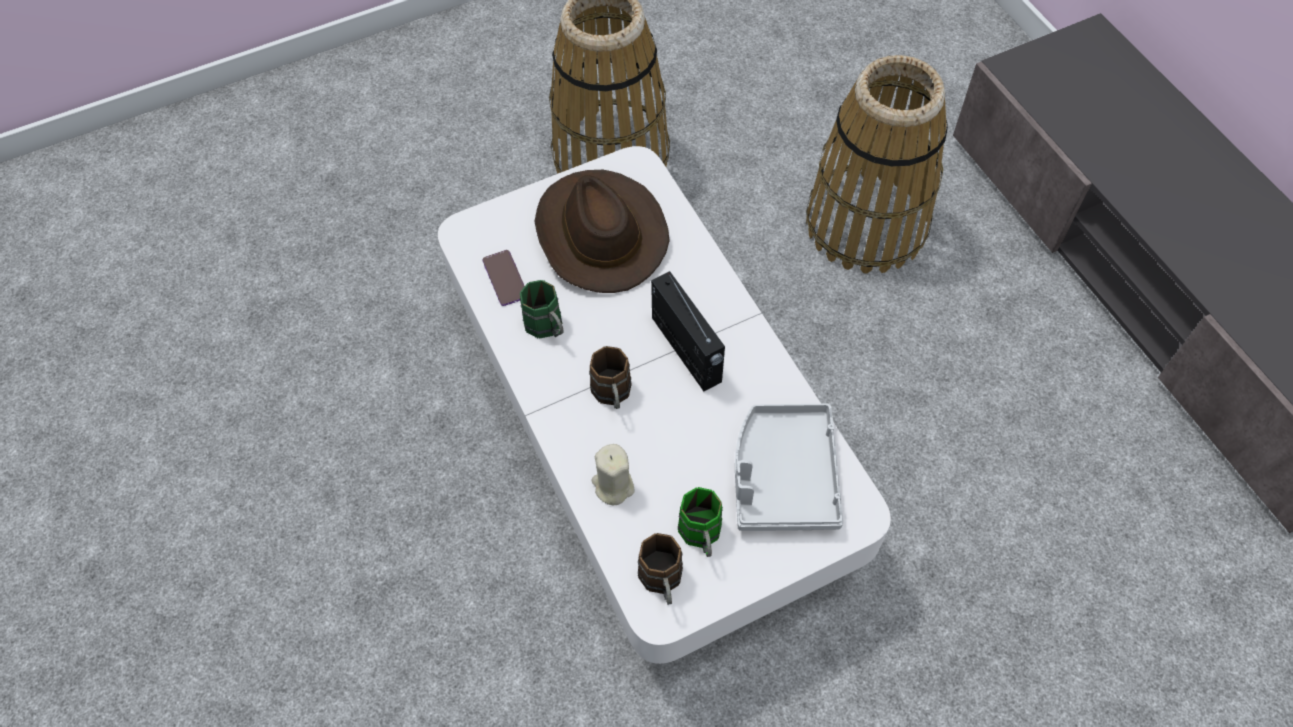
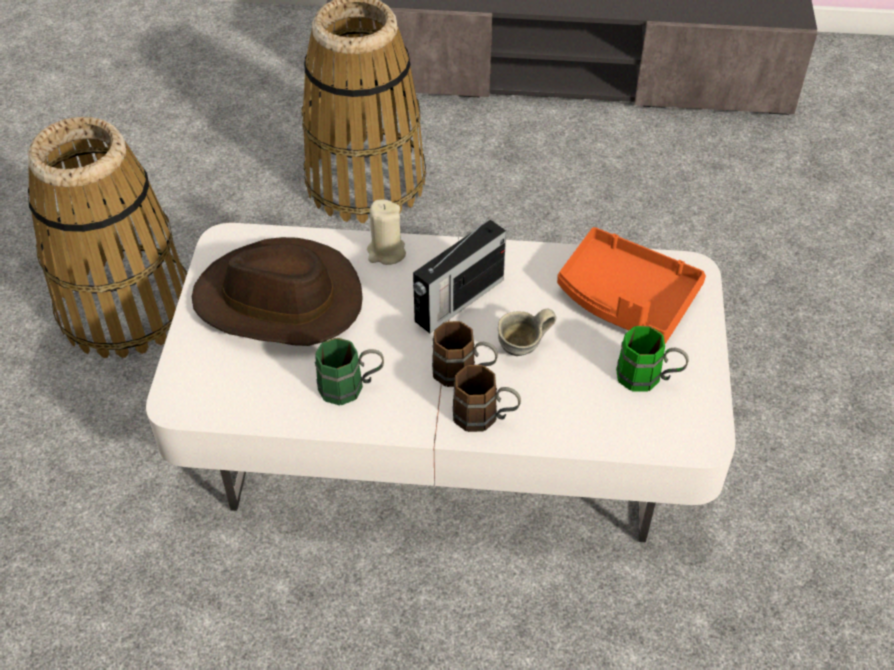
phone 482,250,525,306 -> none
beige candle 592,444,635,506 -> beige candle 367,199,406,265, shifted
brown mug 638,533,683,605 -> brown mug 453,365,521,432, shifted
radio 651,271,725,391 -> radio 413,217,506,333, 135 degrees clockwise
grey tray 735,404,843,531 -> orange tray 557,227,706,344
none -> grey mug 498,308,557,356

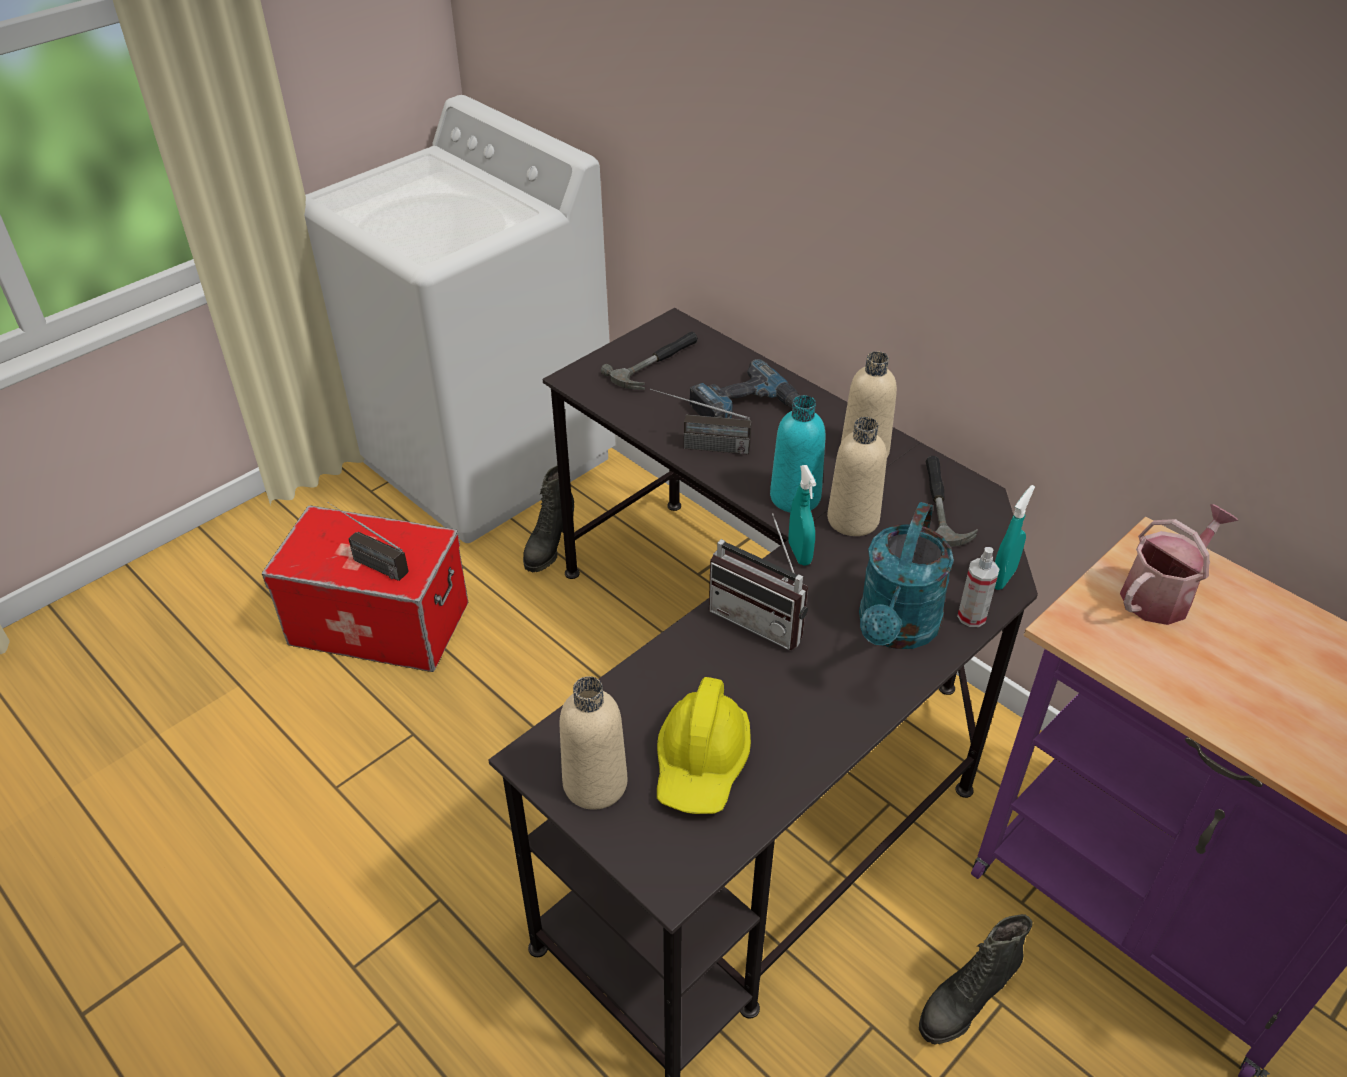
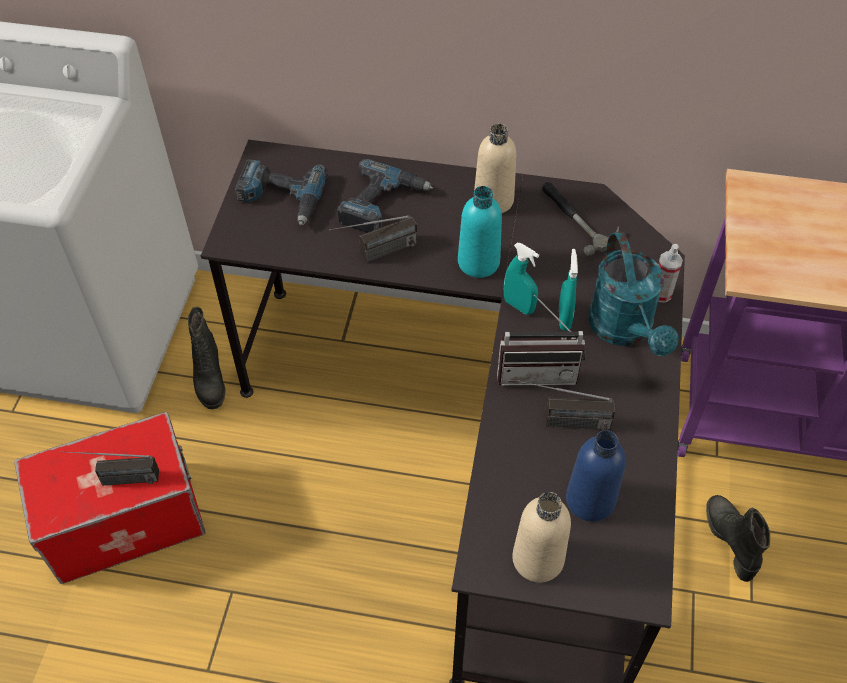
hammer 601,332,698,390 -> power drill 235,159,328,226
yellow hard hat 657,677,751,814 -> blue bottle 566,430,626,522
beige bottle 827,417,887,536 -> none
black boot 919,914,1032,1045 -> black boot 706,495,770,582, 150 degrees clockwise
turquoise spray bottle 995,485,1035,590 -> turquoise spray bottle 559,249,578,331, shifted
watering can 1120,504,1238,625 -> none
none -> radio 515,380,615,431

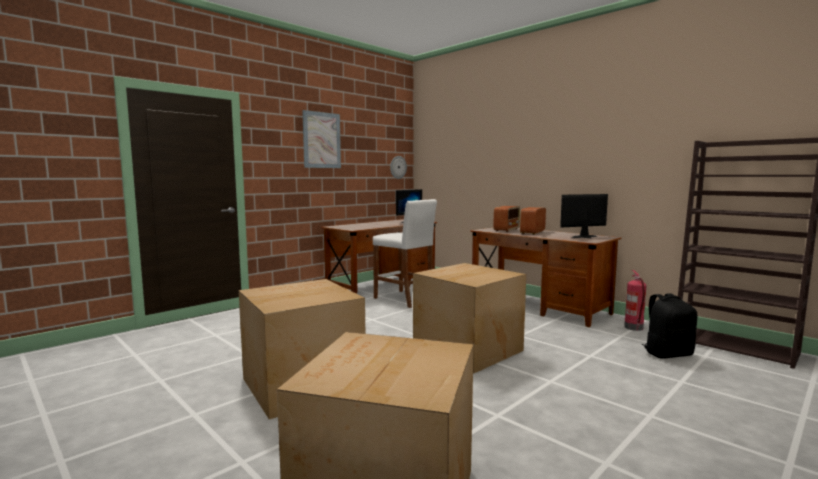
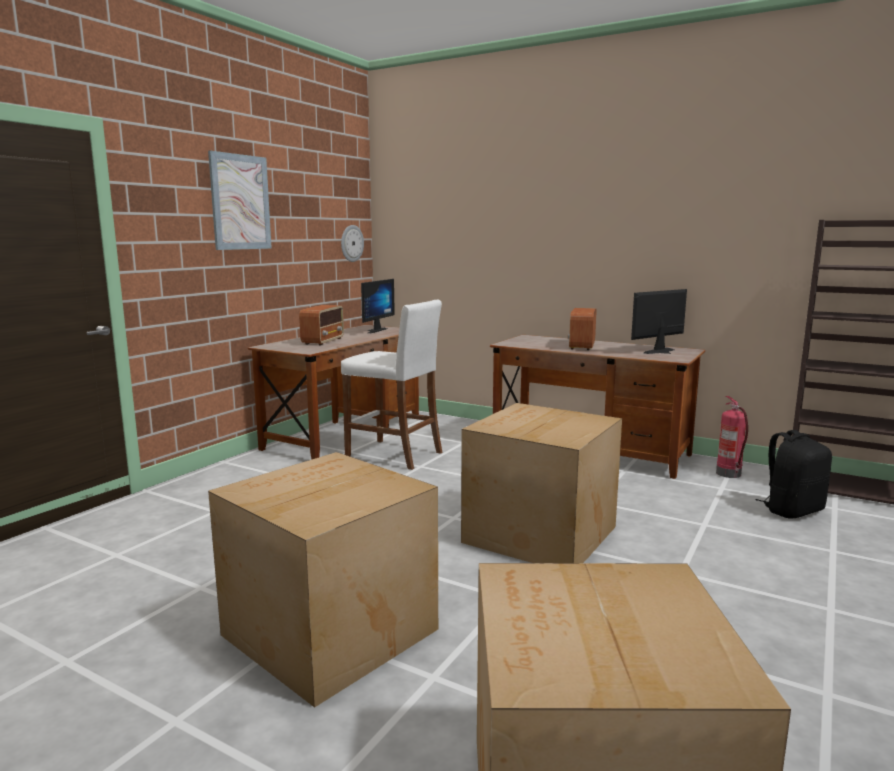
radio 493,206,520,232 -> radio 299,305,344,345, shifted

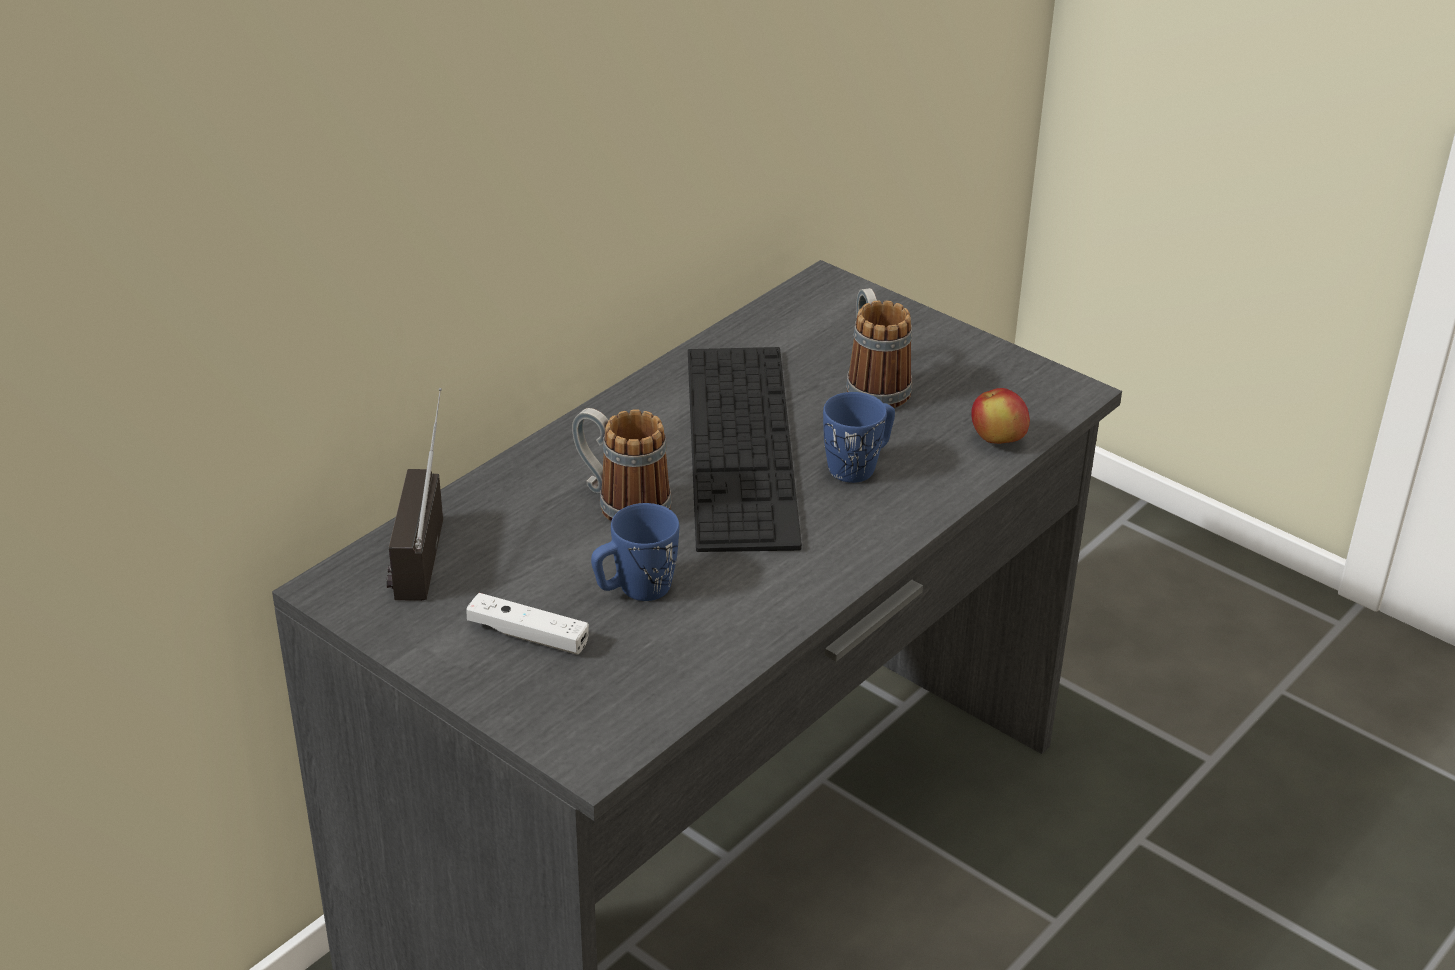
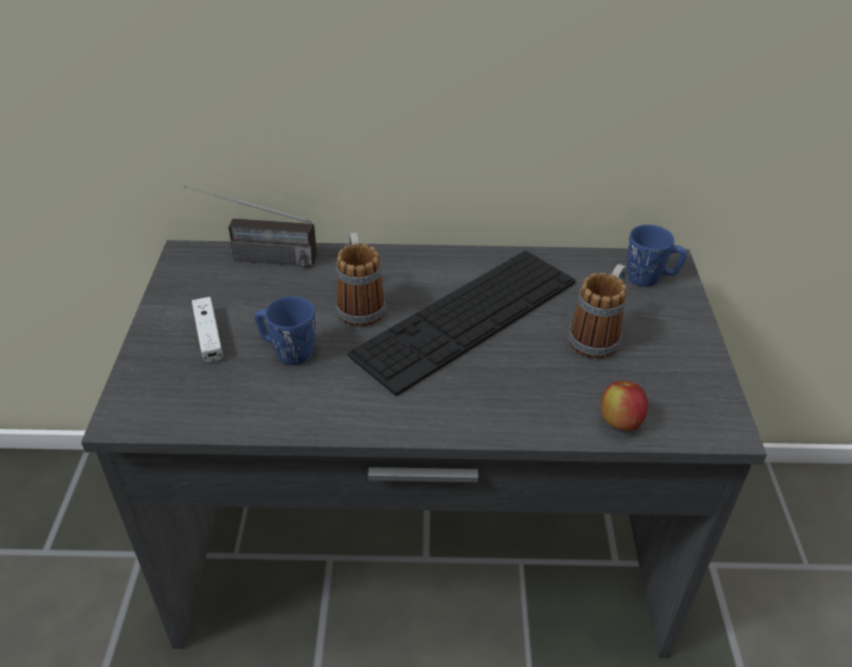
radio 386,388,443,601 -> radio 184,185,317,267, 135 degrees counterclockwise
blue mug 823,392,895,483 -> blue mug 627,225,687,287, shifted

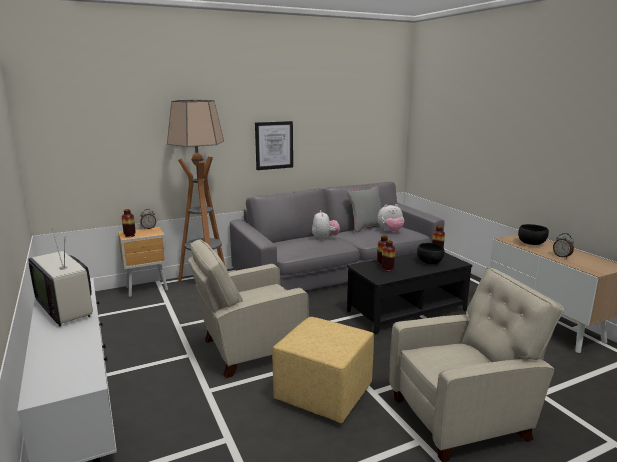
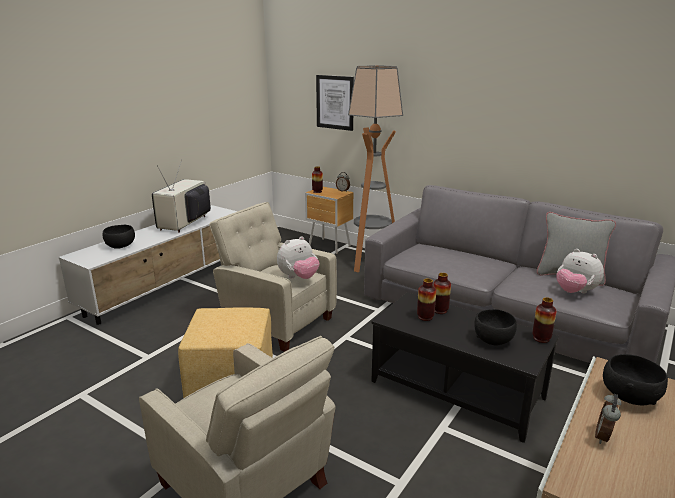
picture 255,121,293,170 -> picture 316,75,354,131, shifted
plush toy 312,210,340,240 -> plush toy 277,236,320,279, shifted
none -> black bowl 102,225,135,249

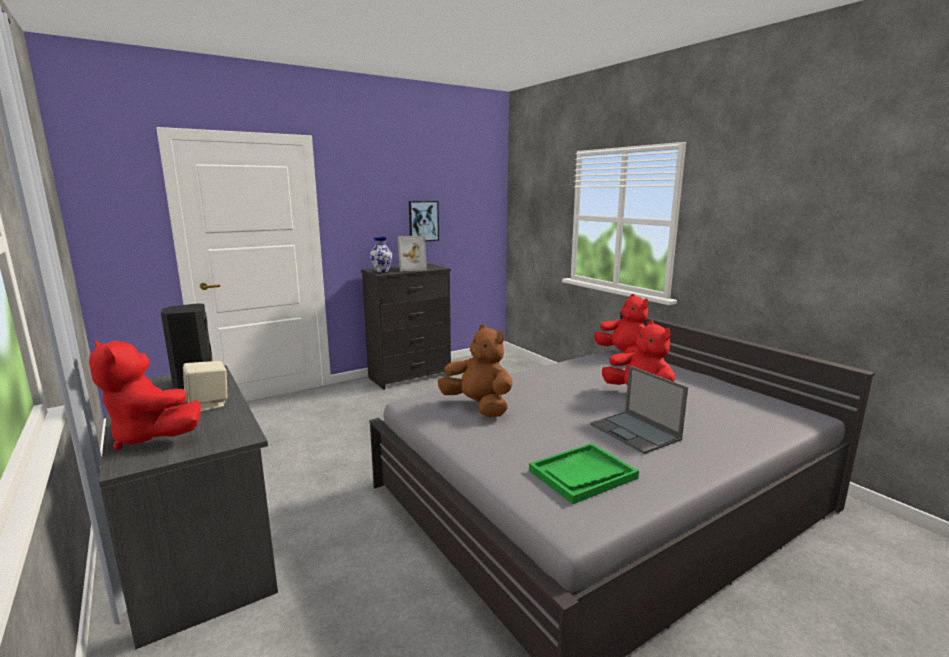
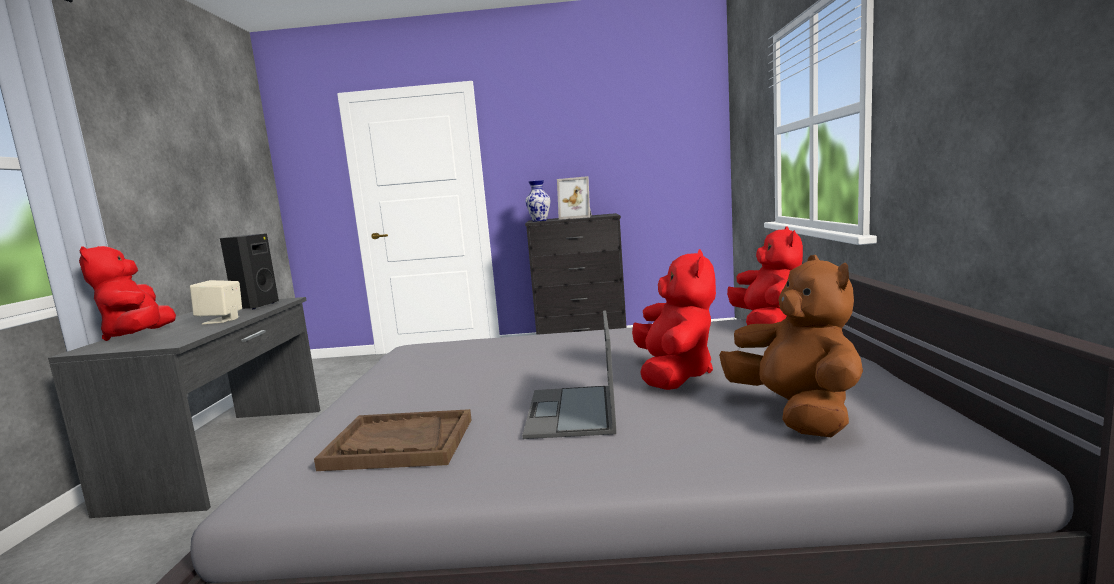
picture 409,201,439,241 -> none
brown plush toy 438,324,513,417 -> brown plush toy 719,255,863,437, shifted
green tray 529,443,639,504 -> brown tray 314,409,471,471

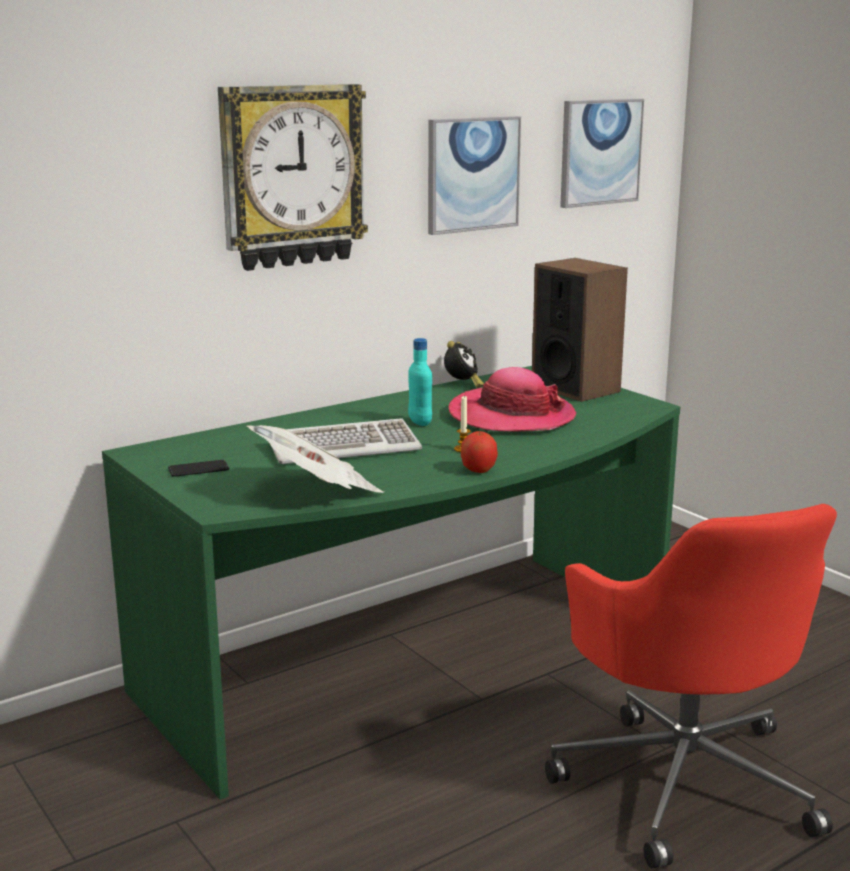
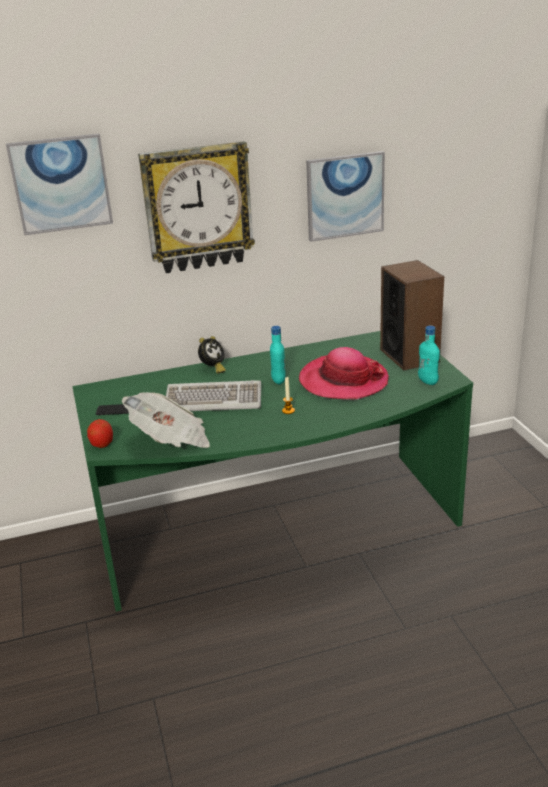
alarm clock 444,341,484,388 -> alarm clock 198,336,226,374, shifted
apple 461,430,498,473 -> apple 87,419,113,448, shifted
red office chair 545,504,837,869 -> none
picture 560,99,644,208 -> picture 6,134,113,235, shifted
none -> turquoise bottle 418,326,440,385

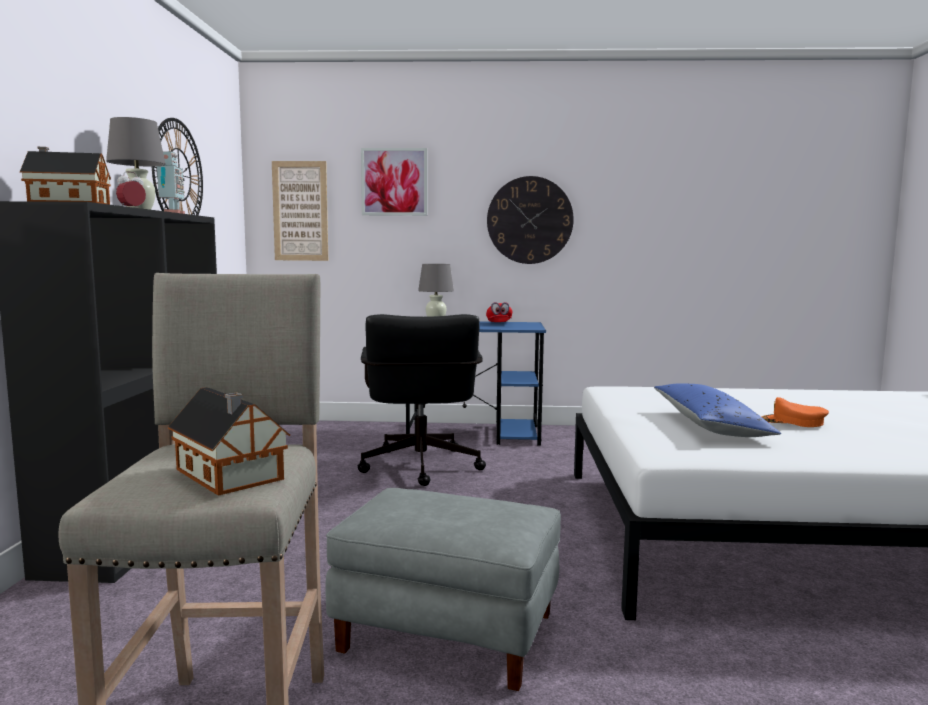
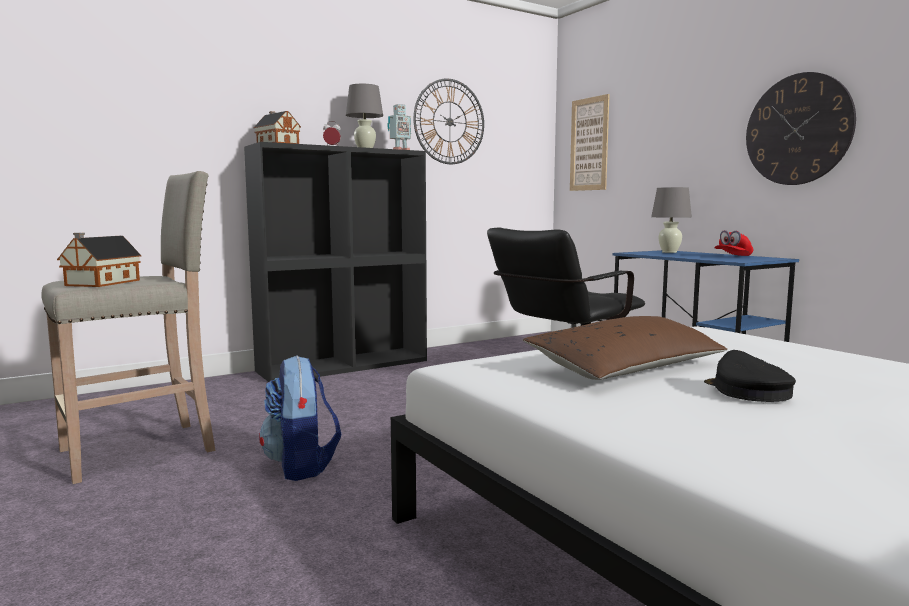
grey ottoman 325,488,561,691 -> backpack 259,355,341,481
picture 361,148,427,216 -> none
blue pillow 654,383,781,437 -> brown pillow 523,316,727,380
orange cap 762,397,829,427 -> black cap 704,350,796,402

